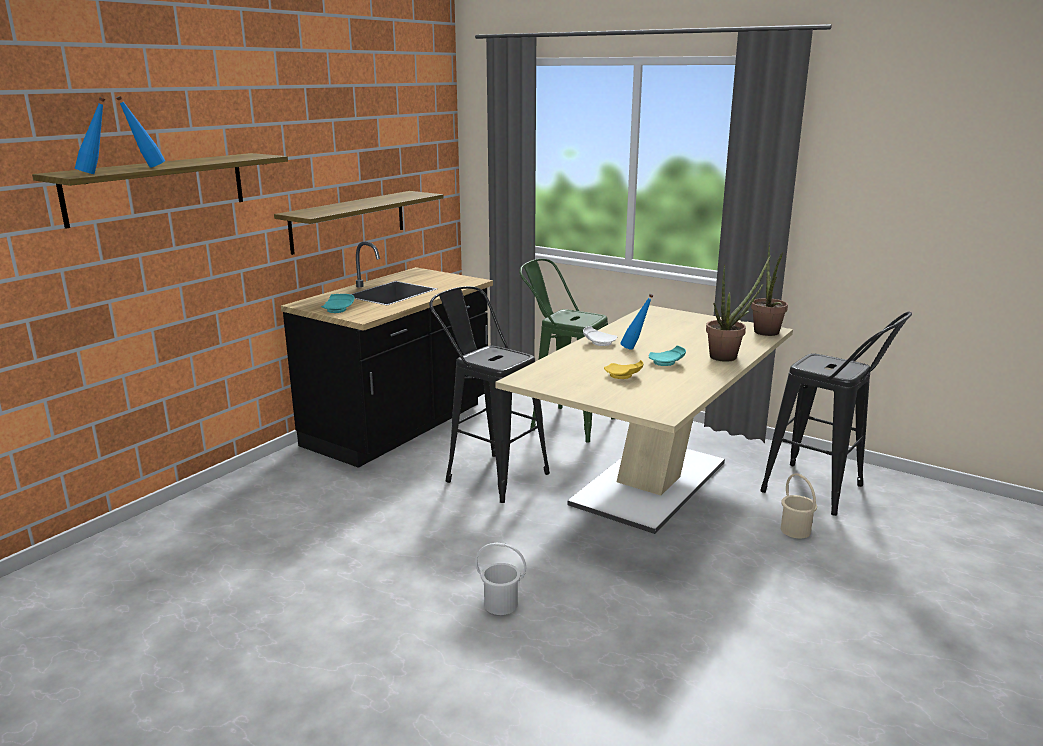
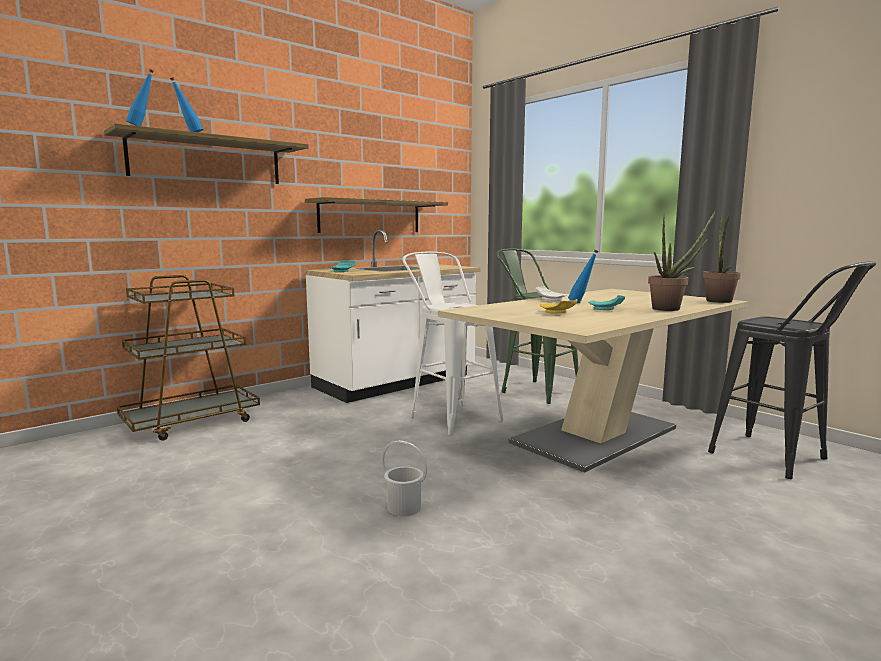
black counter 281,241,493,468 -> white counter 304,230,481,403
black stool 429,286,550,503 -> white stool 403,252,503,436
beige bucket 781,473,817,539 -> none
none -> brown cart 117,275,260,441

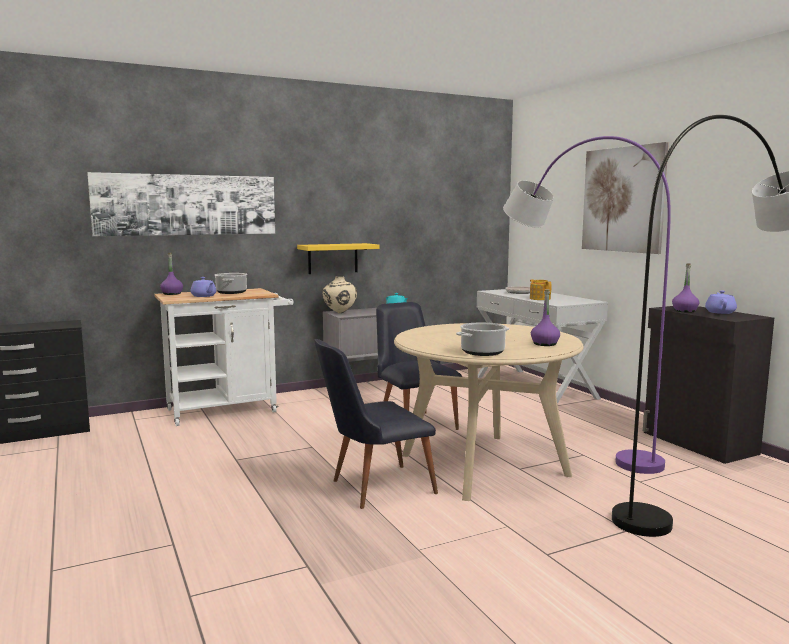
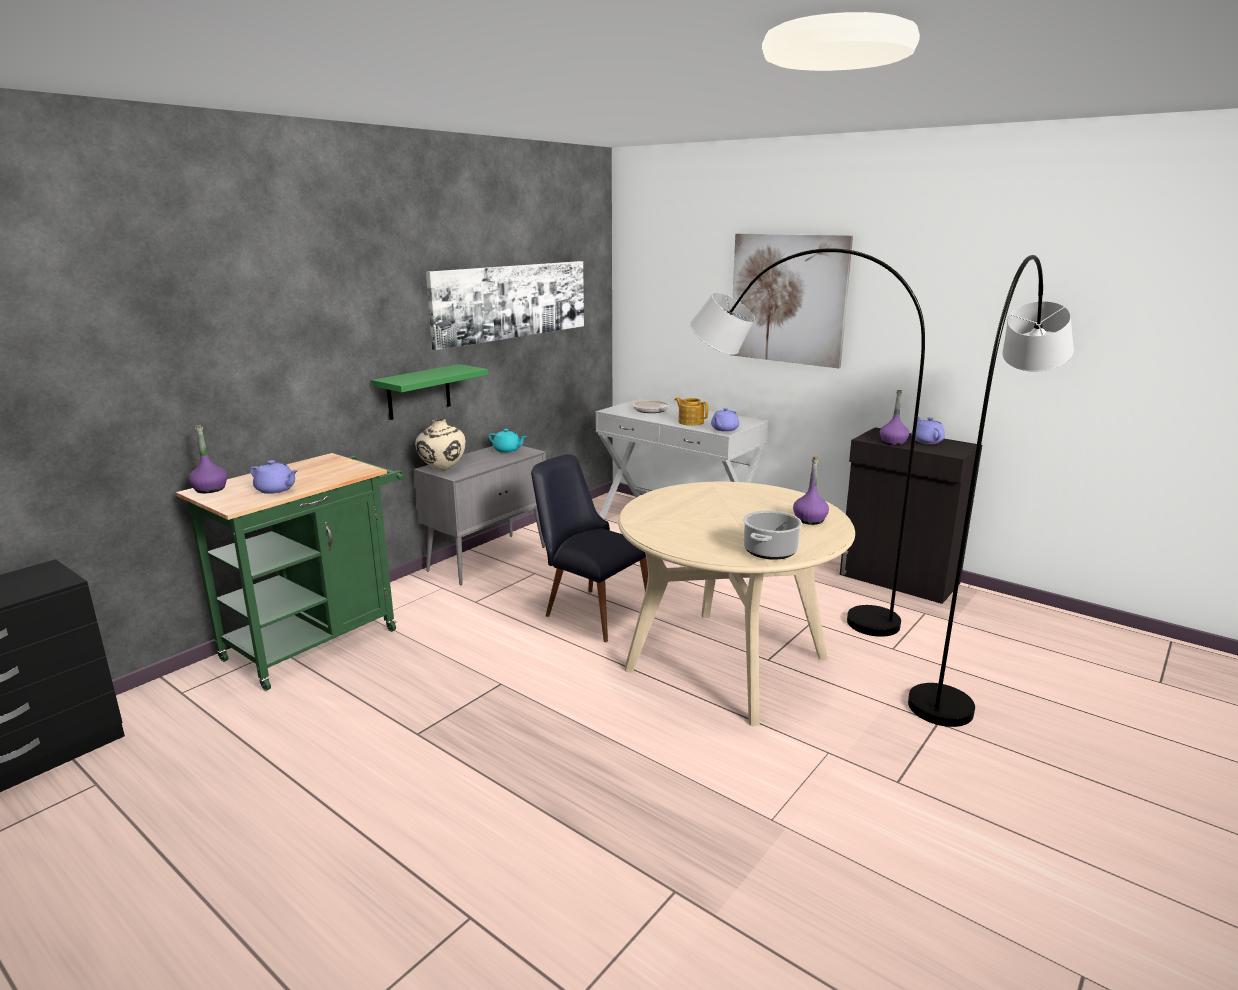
picture 87,172,275,236 -> picture 426,261,584,350, shifted
white cart 154,288,294,426 -> green cart 176,453,404,691
cooking pot 215,273,247,294 -> none
yellow shelf 297,243,380,274 -> green shelf 372,364,488,420
black chair 314,339,438,509 -> none
purple floor lamp 503,136,671,474 -> grey floor lamp 690,248,925,637
none -> purple teapot 711,408,739,432

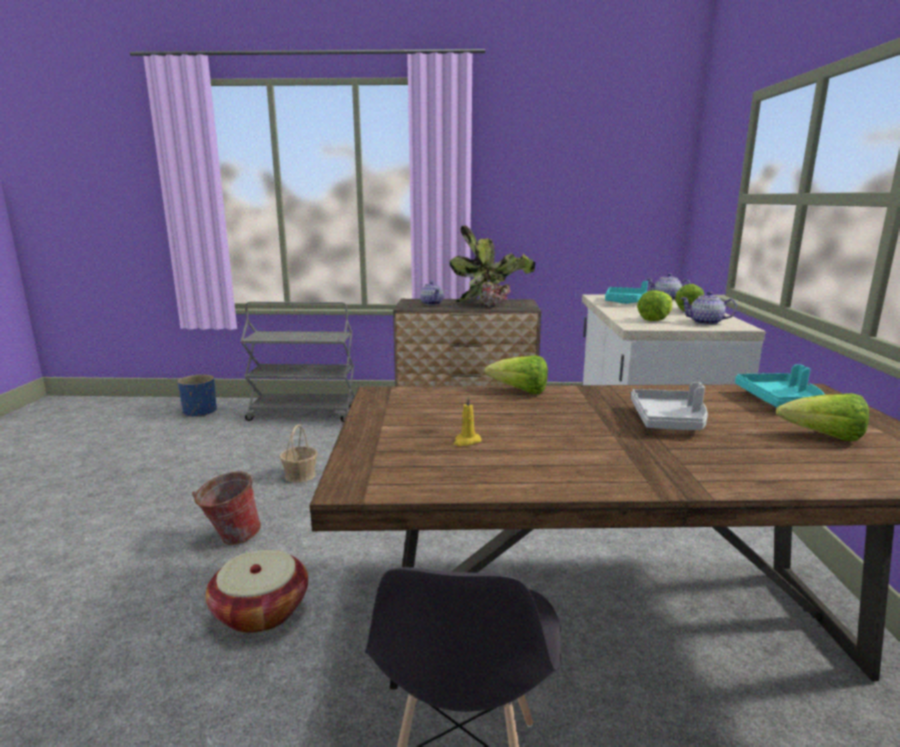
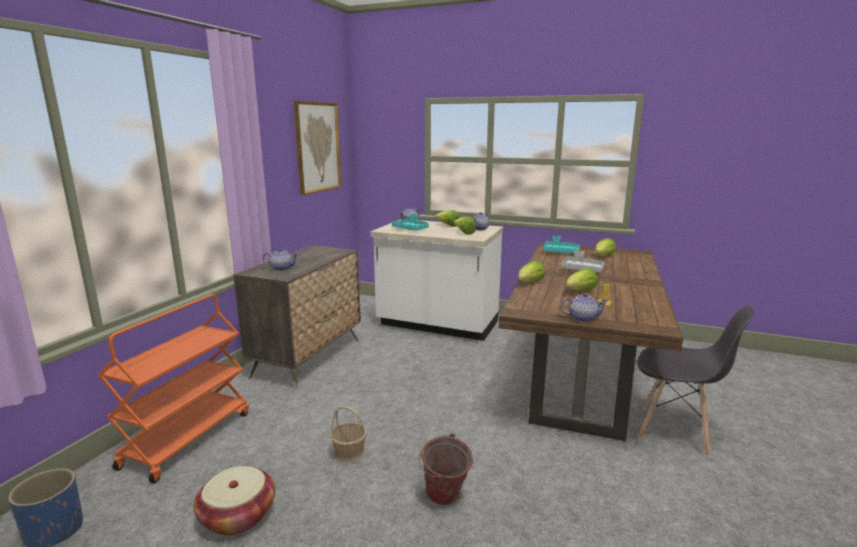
basket 206,550,308,633 -> basket 193,466,275,535, shifted
grey cart 241,302,355,422 -> orange cart 98,294,249,483
potted plant 450,225,535,306 -> none
none -> picture 294,101,342,195
none -> teapot 561,293,609,322
none -> lettuce 566,268,598,291

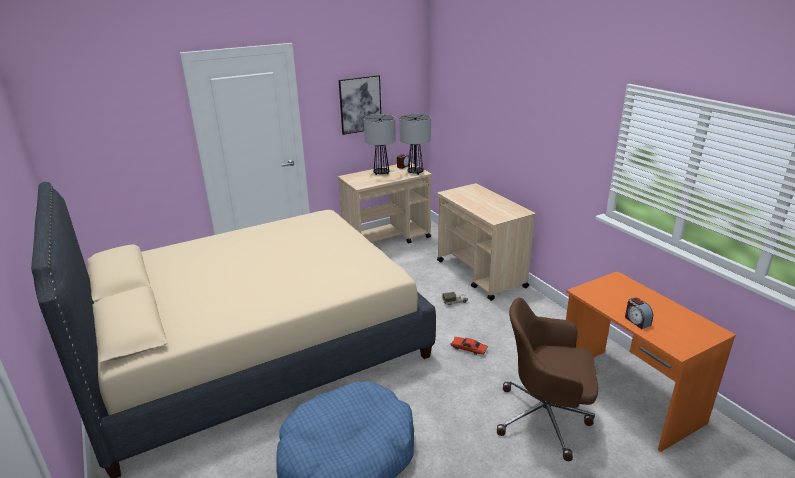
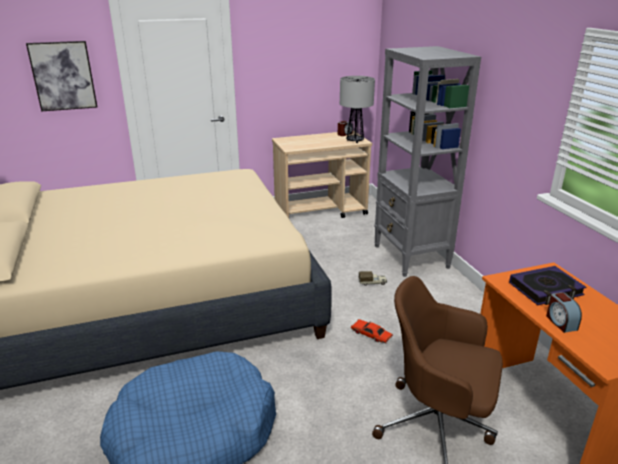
picture 339,75,381,135 -> picture 26,41,97,111, shifted
table lamp 364,114,396,175 -> none
beige cart 437,183,536,301 -> grey bookcase 374,46,481,277
none -> book 509,266,586,305

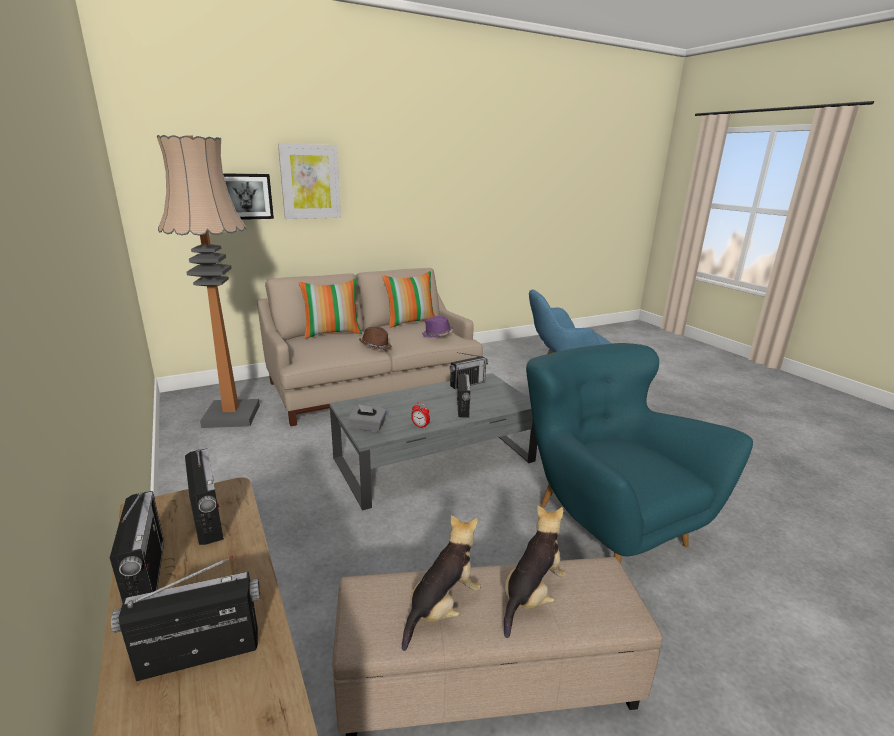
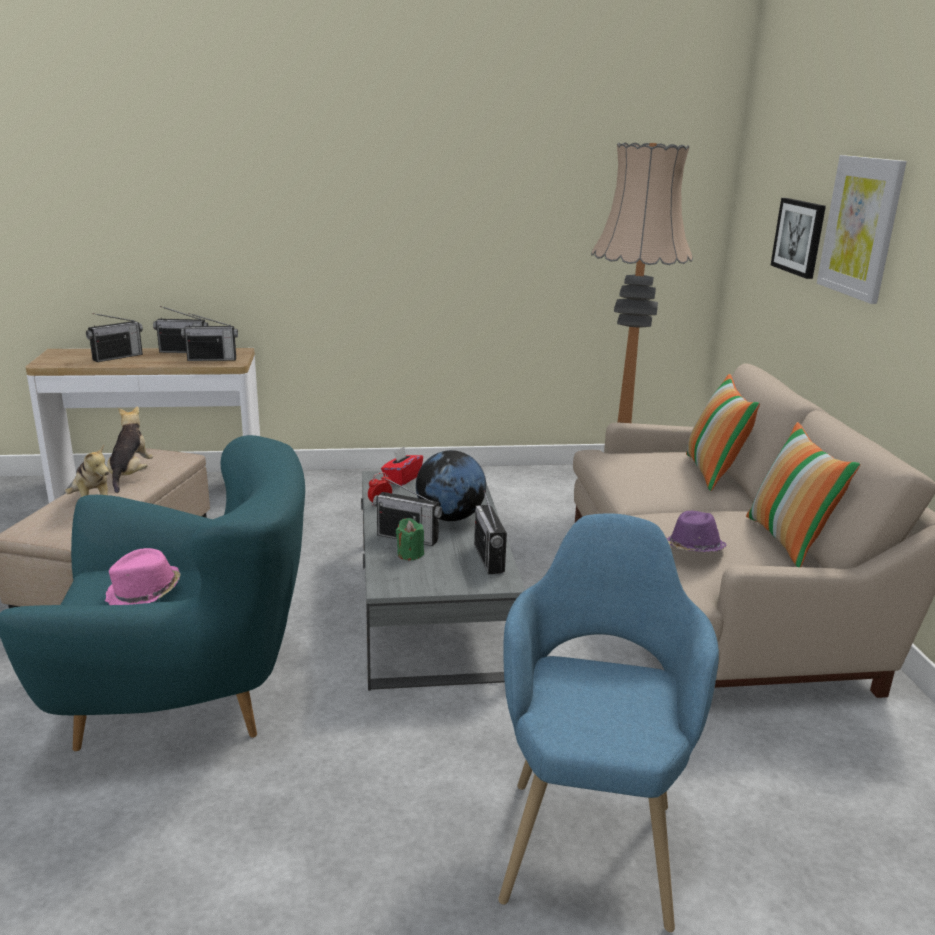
radio 111,556,260,681 -> radio 86,313,143,362, 45 degrees clockwise
grey tissue box 348,405,387,432 -> red tissue box 381,447,423,486
brown hat 359,327,391,350 -> none
plush toy 402,515,481,651 -> plush toy 107,406,153,493, 150 degrees counterclockwise
none -> pink hat 105,548,181,605
none -> green candle 396,518,424,561
none -> globe 416,450,486,521

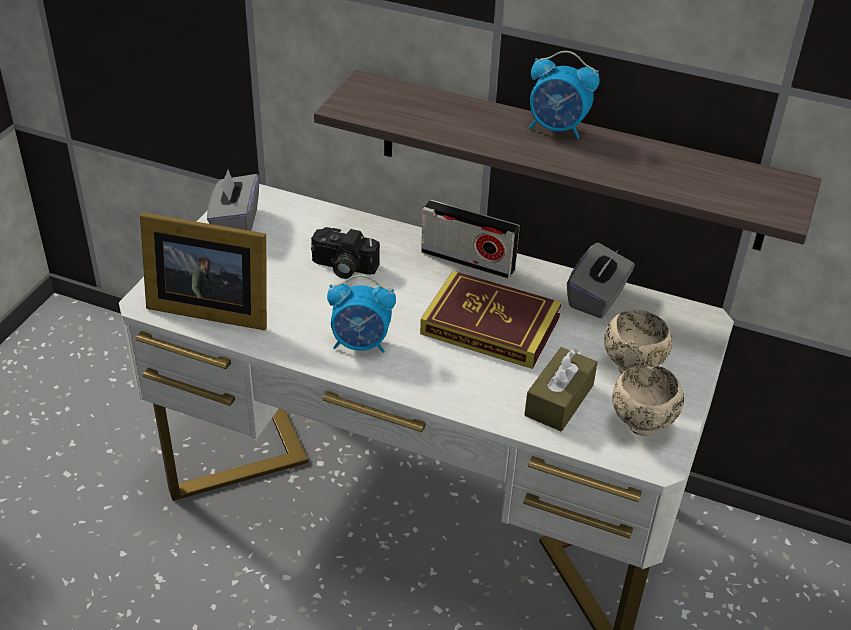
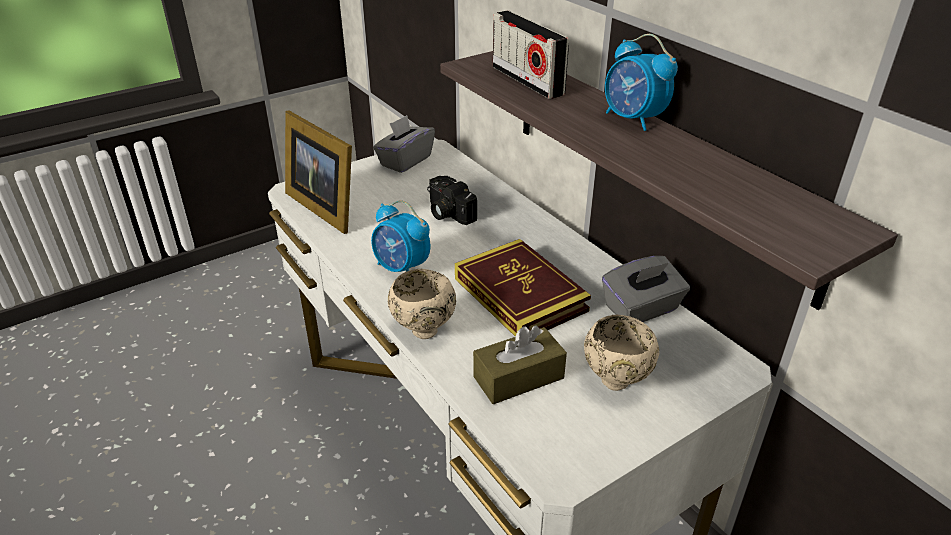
radio 421,200,520,279 -> radio 493,11,569,99, shifted
beige bowl 612,365,684,436 -> beige bowl 388,269,456,339, shifted

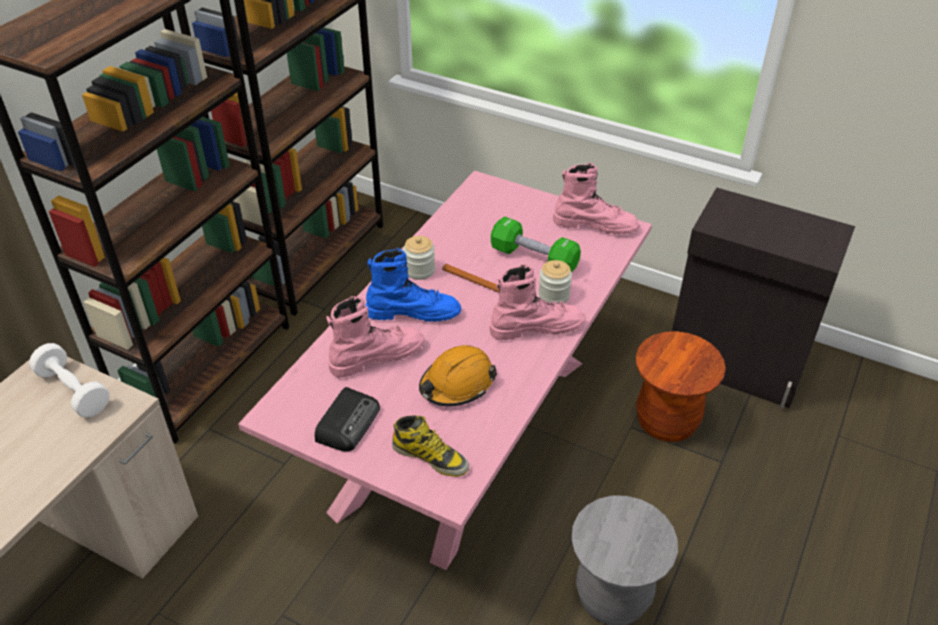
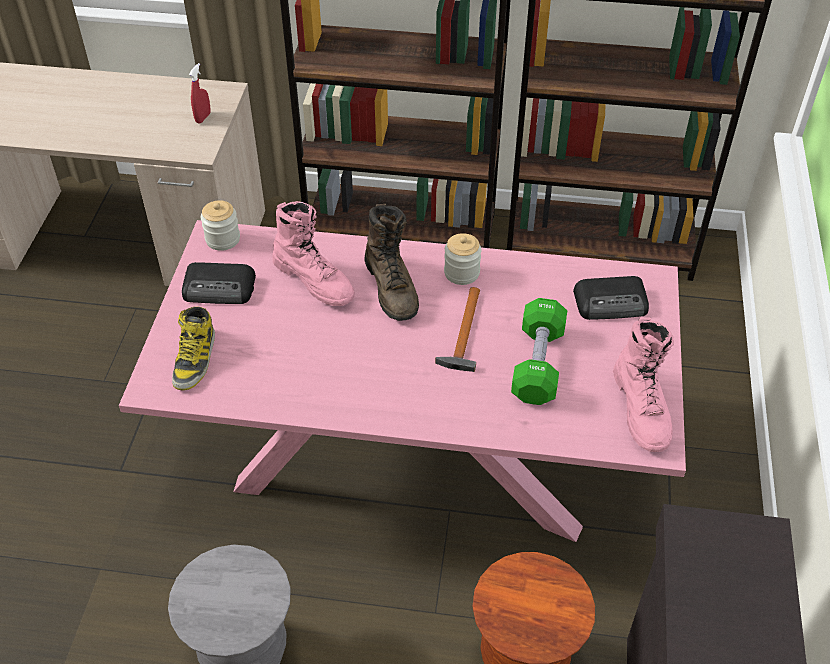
white dumbbell 29,343,110,418 -> red spray bottle 189,63,211,124
blue boot 366,248,462,322 -> brown boot 364,204,419,321
orange hard hat 419,345,497,406 -> none
pink boot 490,264,586,340 -> none
jar 538,260,572,304 -> jar 201,200,240,251, shifted
none -> radio 573,276,649,320

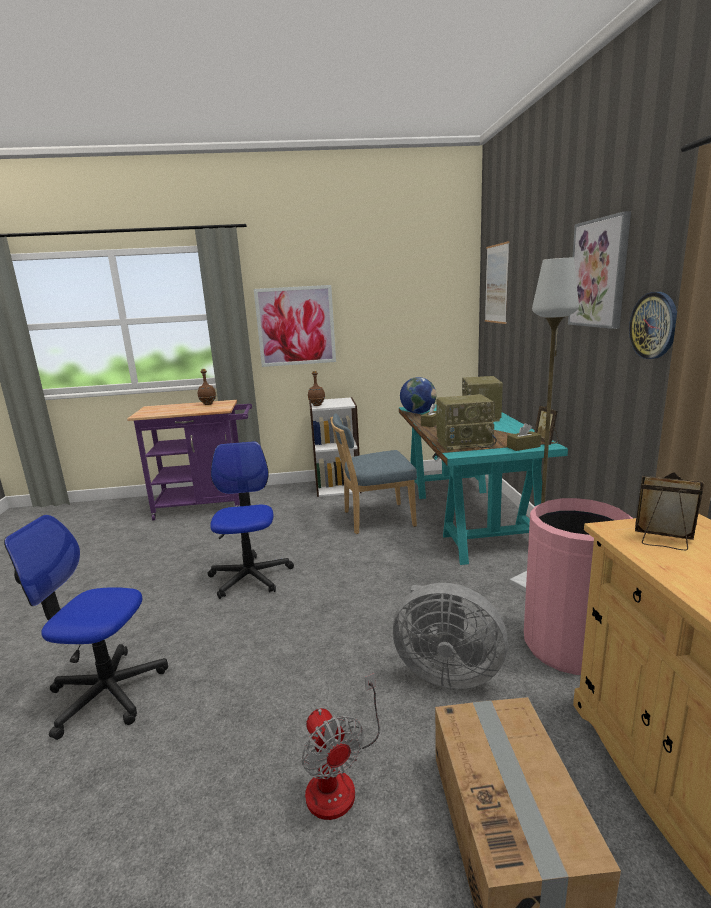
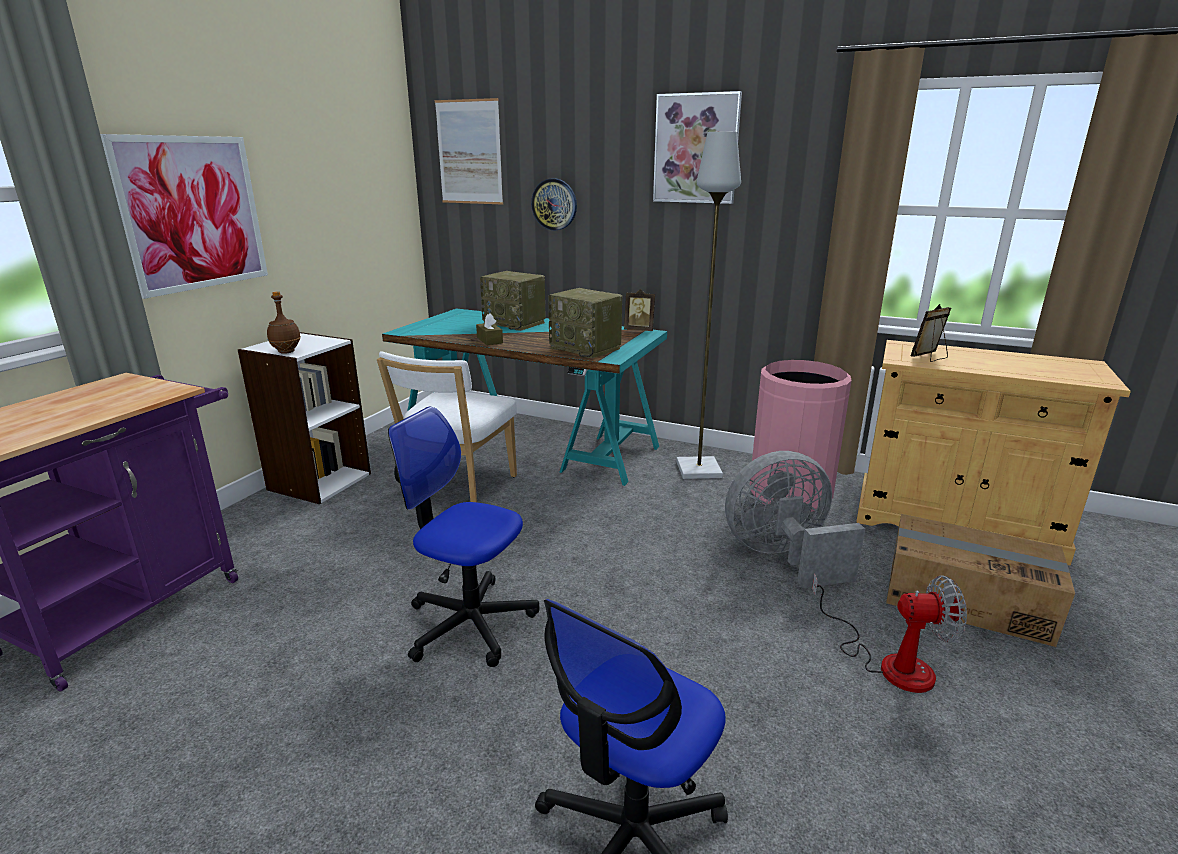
brown bottle 198,369,216,405 -> none
blue chair 330,413,417,534 -> white chair 377,352,517,502
grey fan 393,583,508,689 -> grey fan 725,451,865,588, 150 degrees counterclockwise
globe 400,377,436,414 -> none
radio 436,394,497,451 -> radio 548,288,623,358, 105 degrees clockwise
brown tissue box 507,423,541,451 -> none
wall clock 629,292,677,359 -> wall clock 531,179,577,230, shifted

